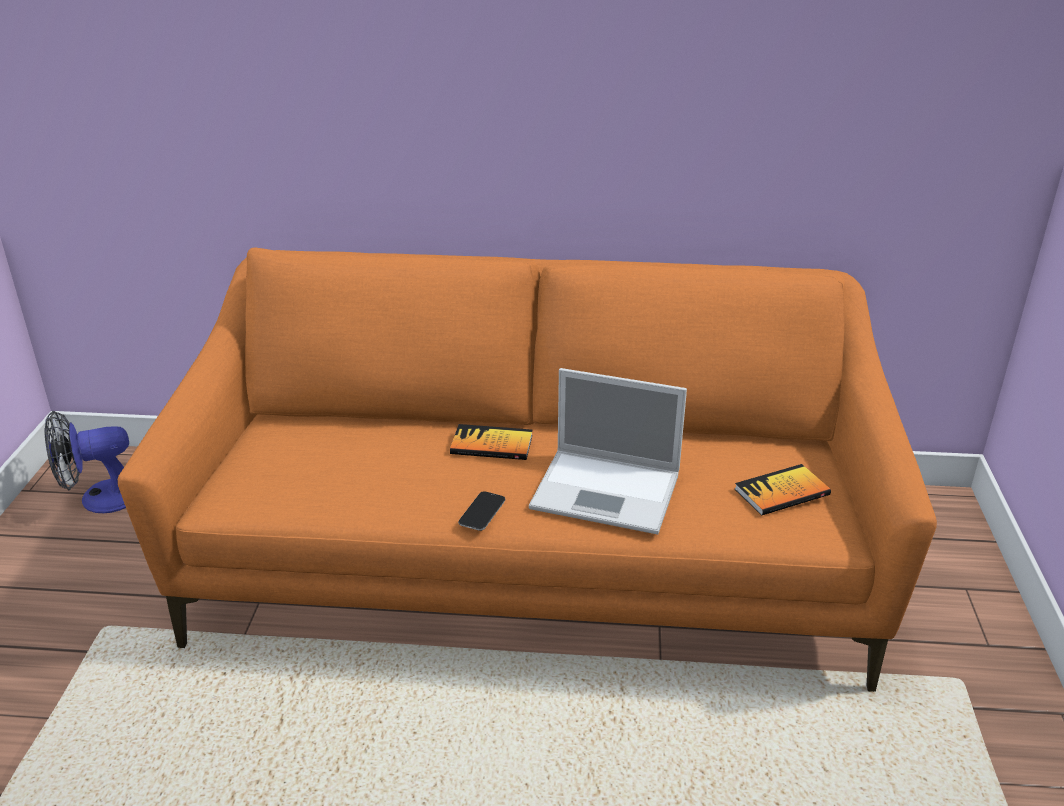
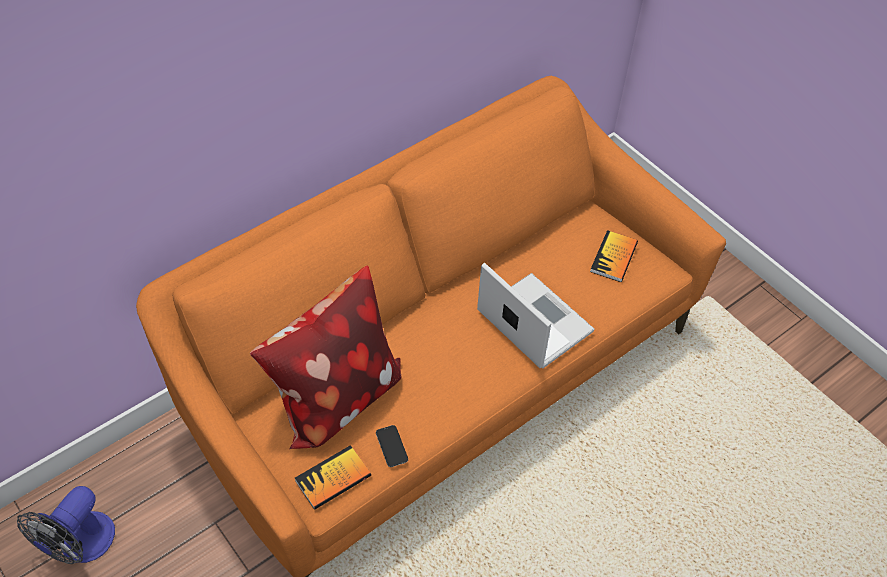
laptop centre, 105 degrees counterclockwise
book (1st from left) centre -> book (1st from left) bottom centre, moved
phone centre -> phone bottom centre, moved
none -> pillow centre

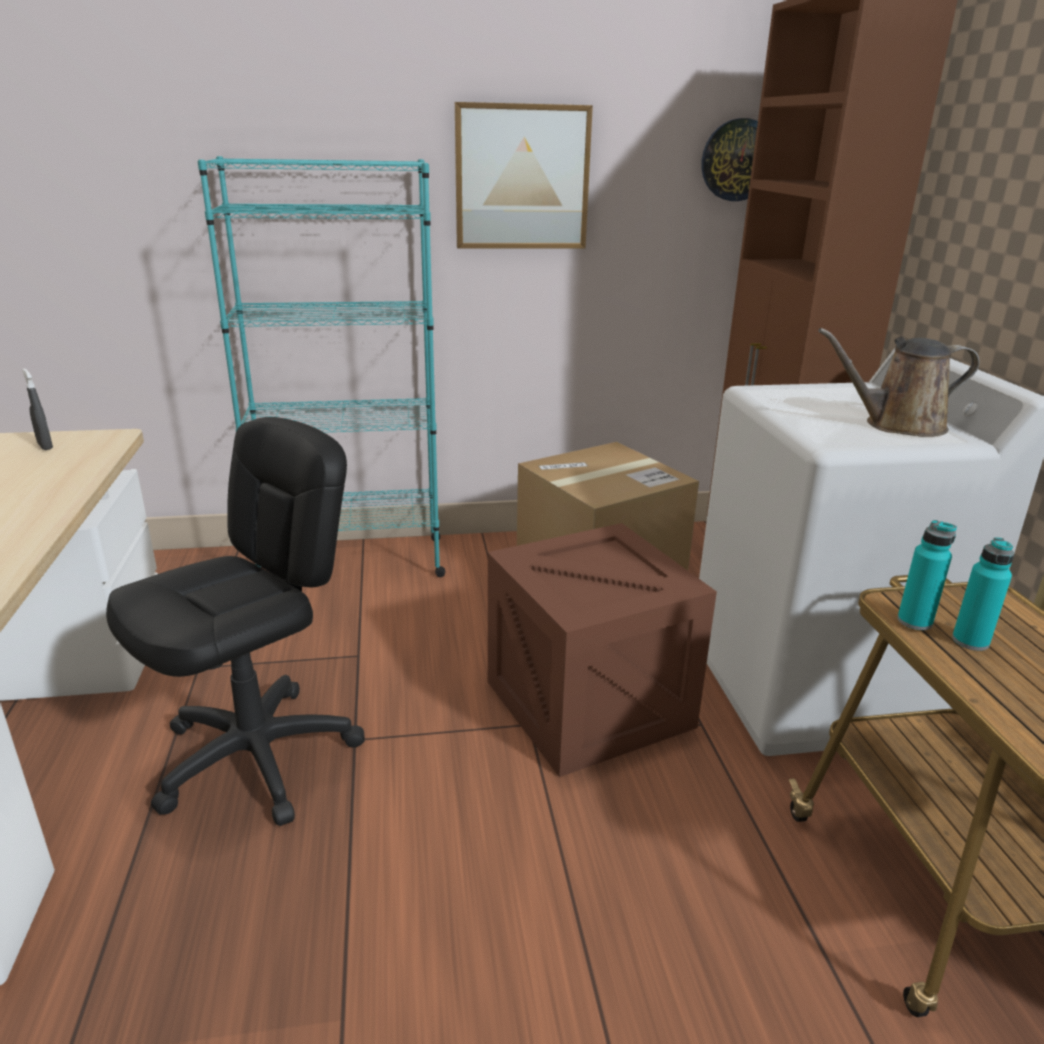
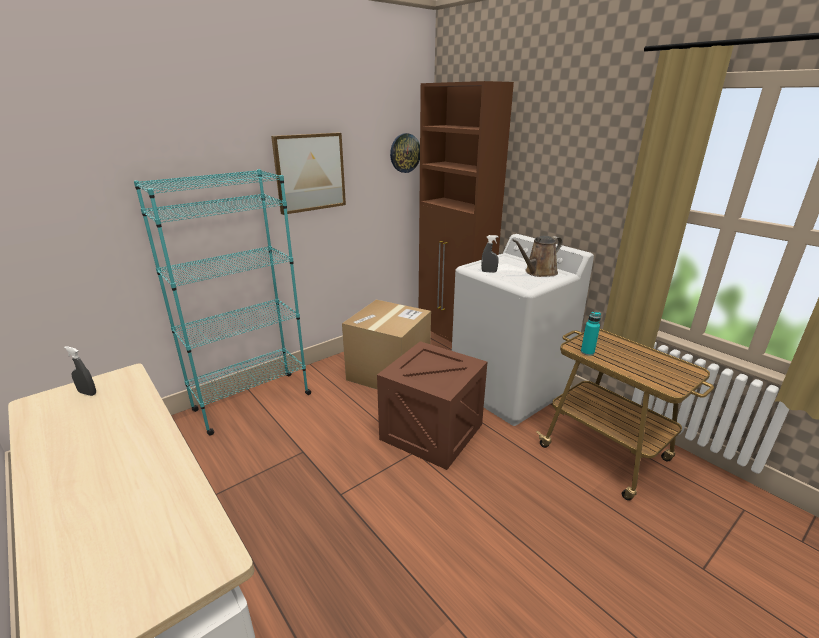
office chair in black middle left -> none
bottle in turquoise (2nd from left) middle right -> none
none -> spray bottle in grey (2nd from left) centre

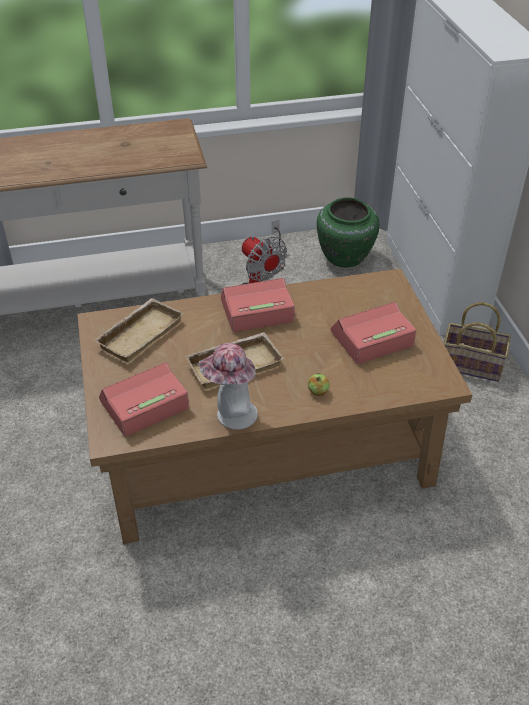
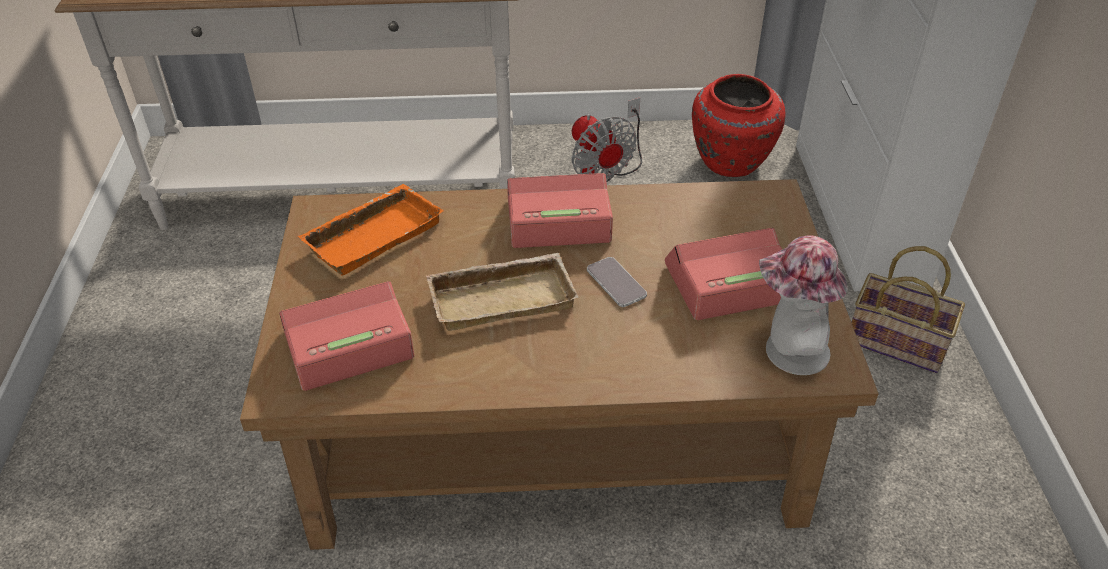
vase in green top centre -> vase in red top centre
tray in beige (1st from left) middle left -> tray in orange centre
hat centre -> hat middle right, moved
apple centre -> none
none -> phone centre

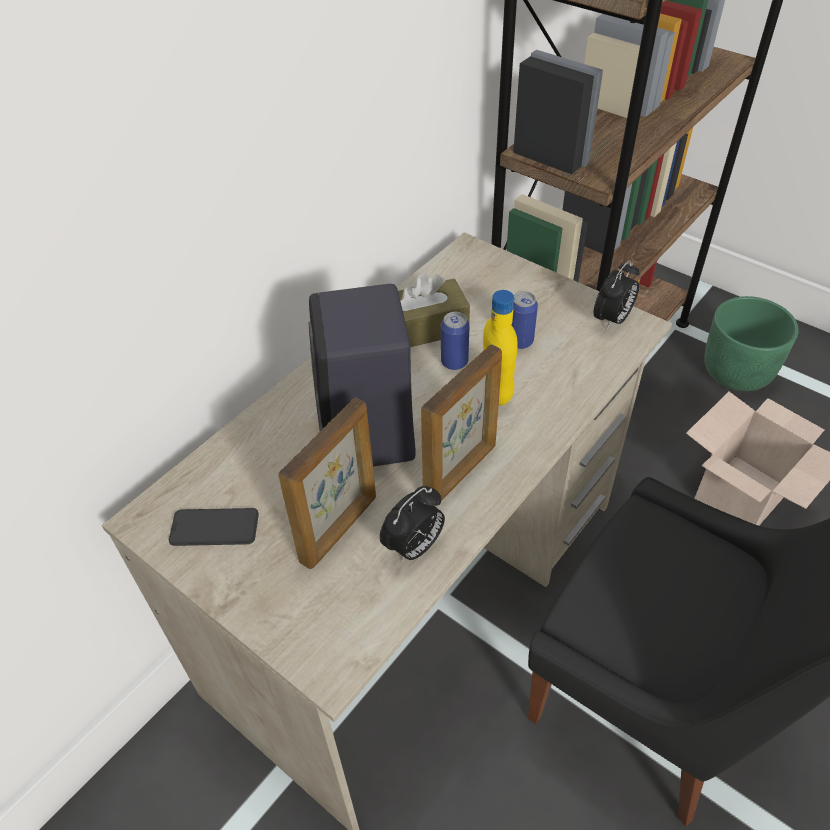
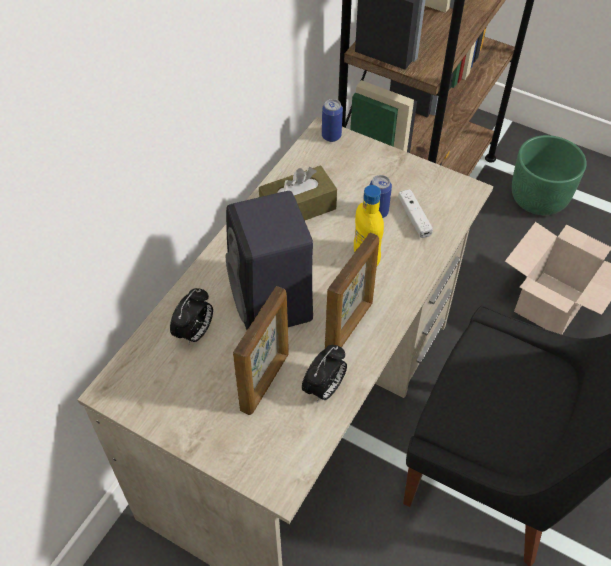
alarm clock (2nd from left in the first image) middle right -> alarm clock (1st from left) middle left, moved
can (1st from left) centre -> can (1st from left) top centre, moved
phone middle left -> none
none -> game controller in white middle right

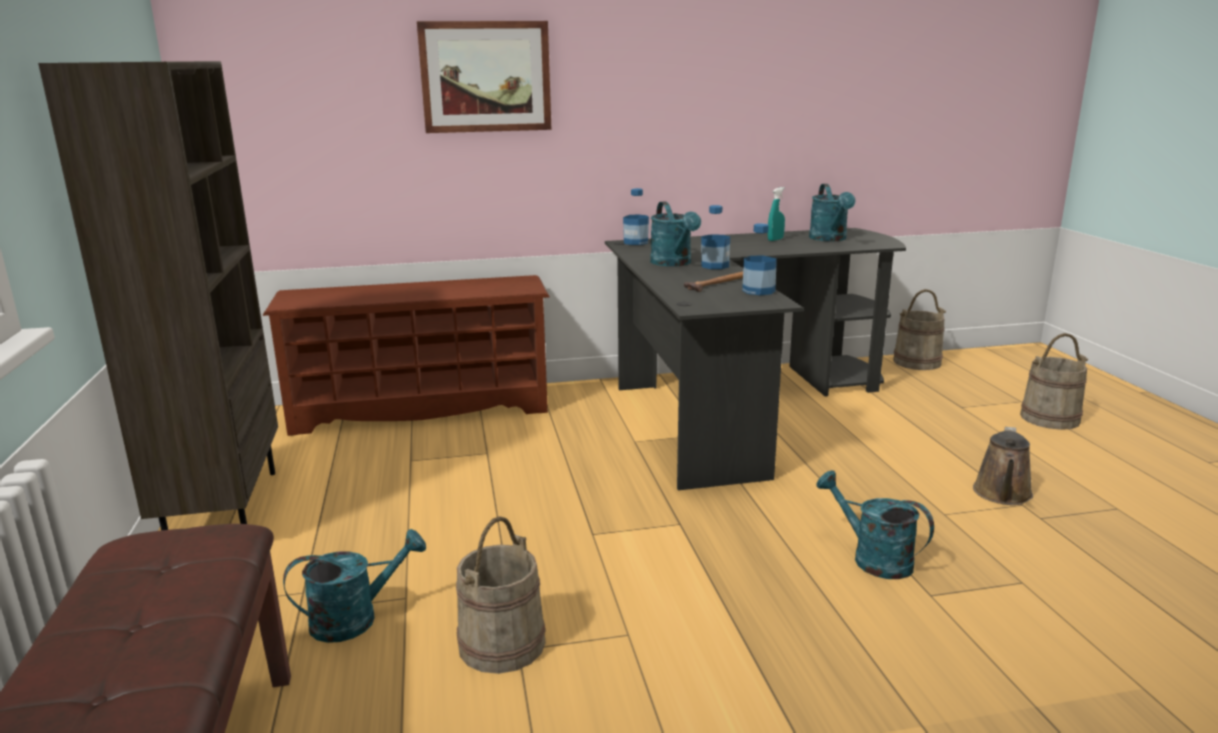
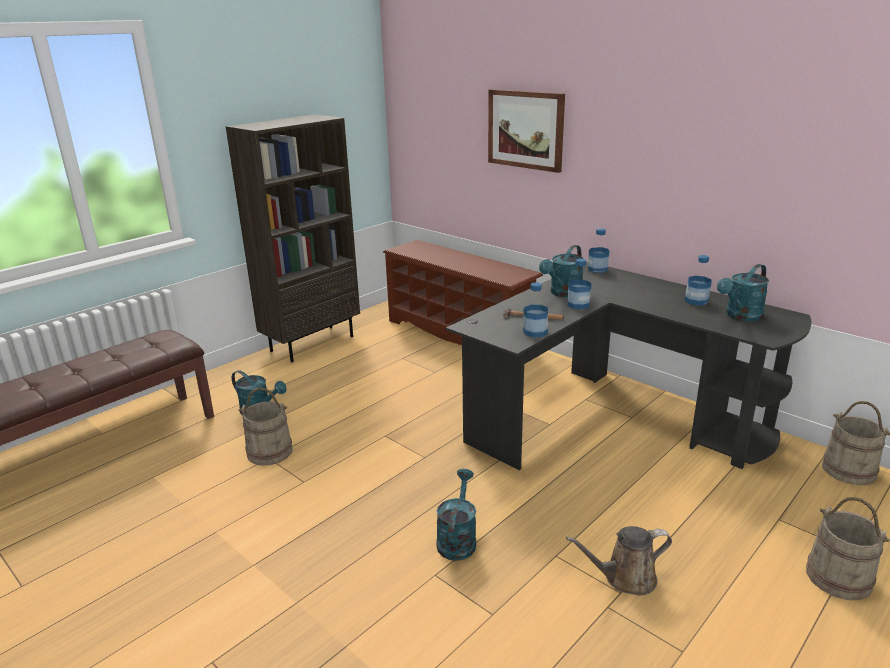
spray bottle in turquoise top centre -> bottle (4th from left) middle right

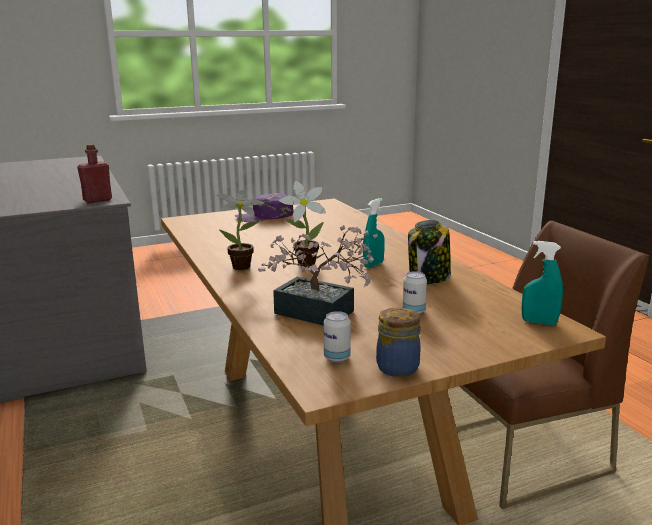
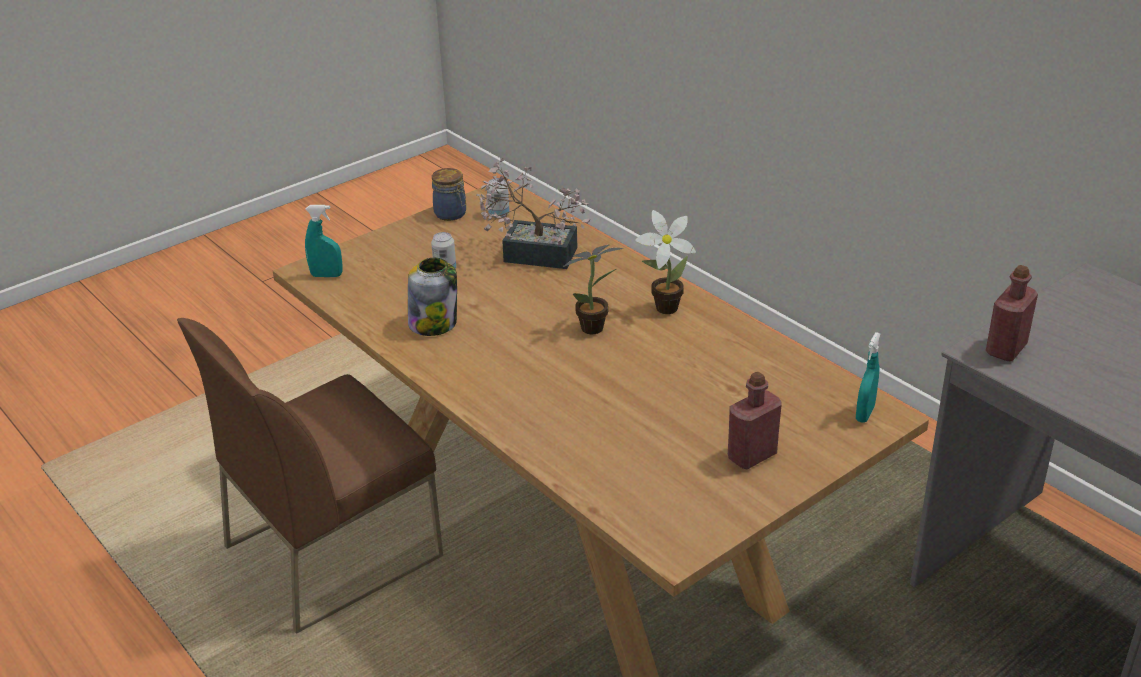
cap in purple centre -> bottle in red (1st from left) centre
spray bottle in turquoise (1st from left in the first image) centre -> spray bottle in turquoise (2nd from left) middle right, moved

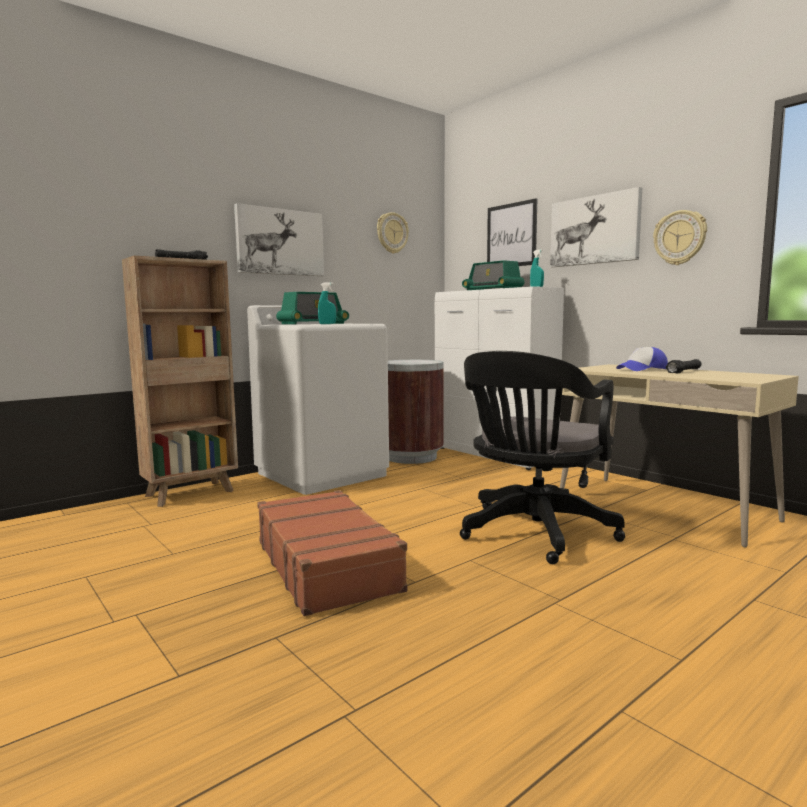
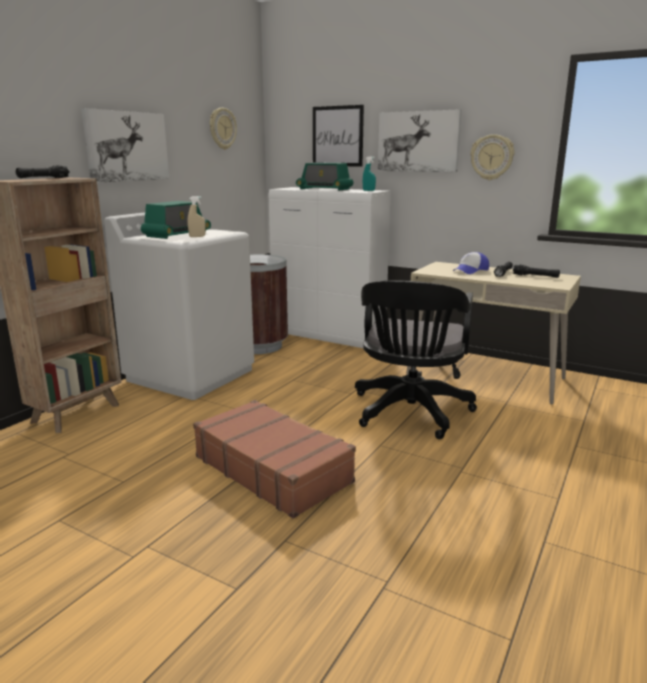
spray bottle in turquoise (1st from left) centre -> spray bottle in beige top left
none -> flashlight in black (3rd from left) middle right

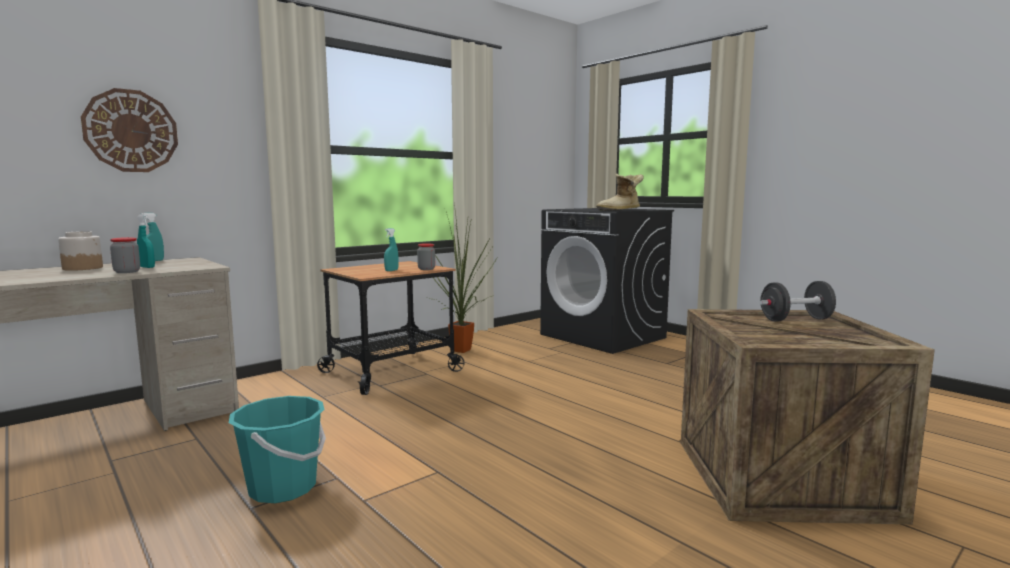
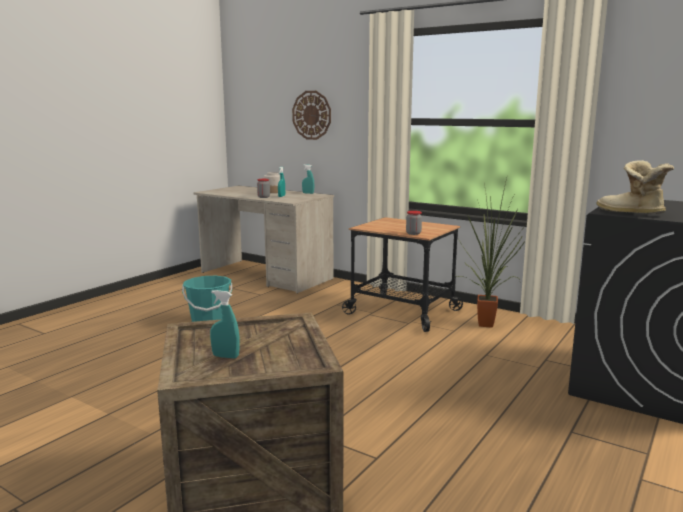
spray bottle in turquoise (3rd from left in the first image) centre -> spray bottle in turquoise (1st from left) middle left, moved
dumbbell in black middle right -> none

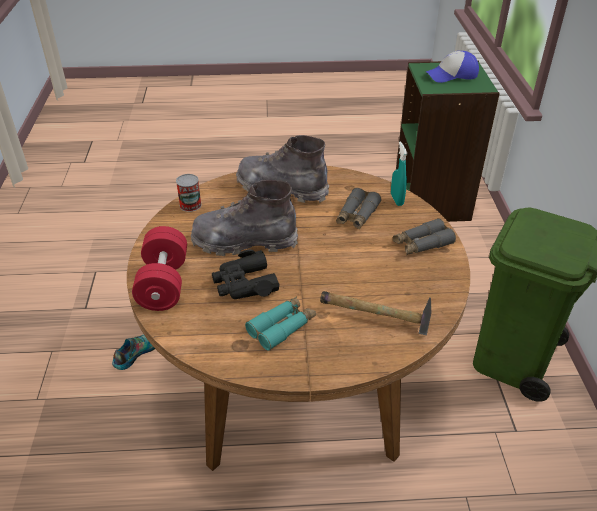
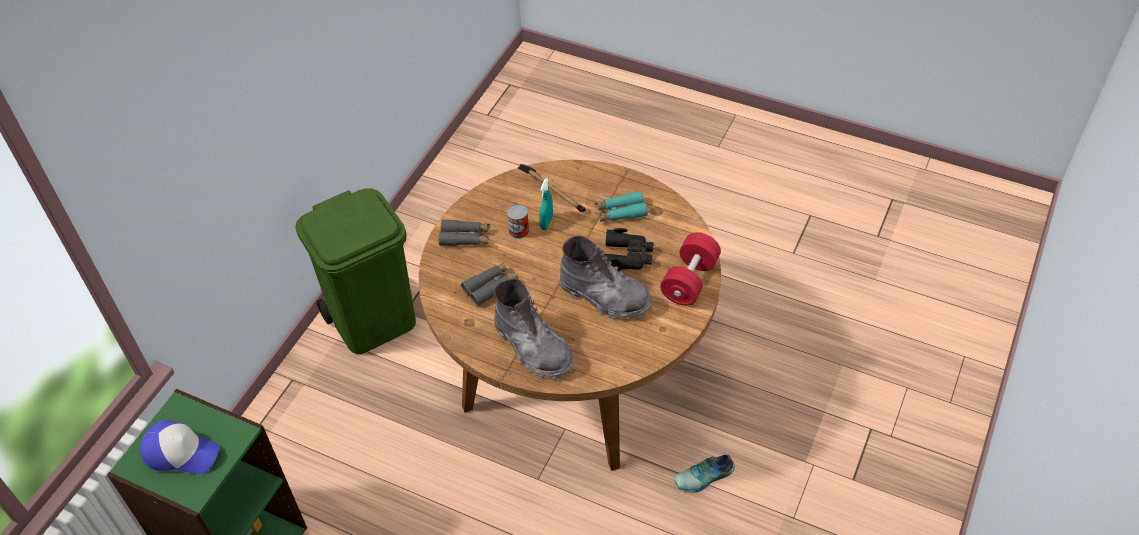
spray bottle in turquoise middle right -> spray bottle in turquoise centre, moved
can middle left -> can centre, moved

